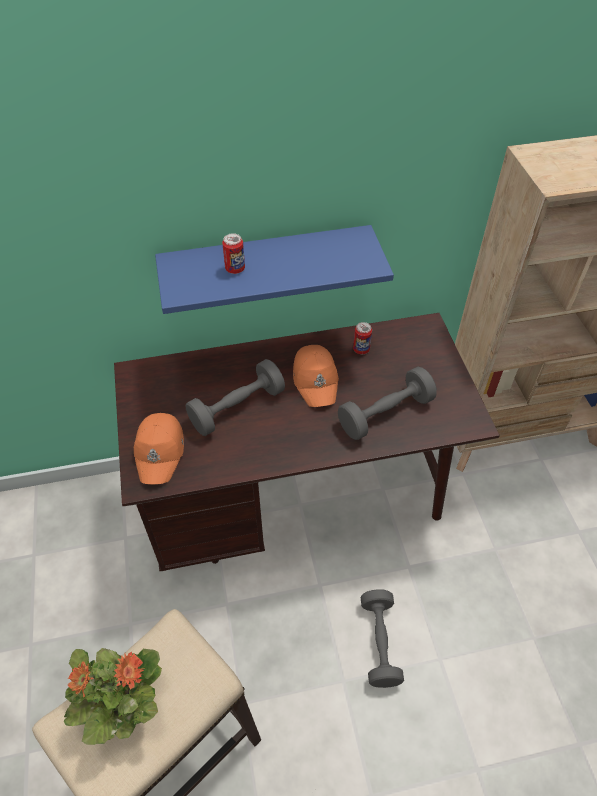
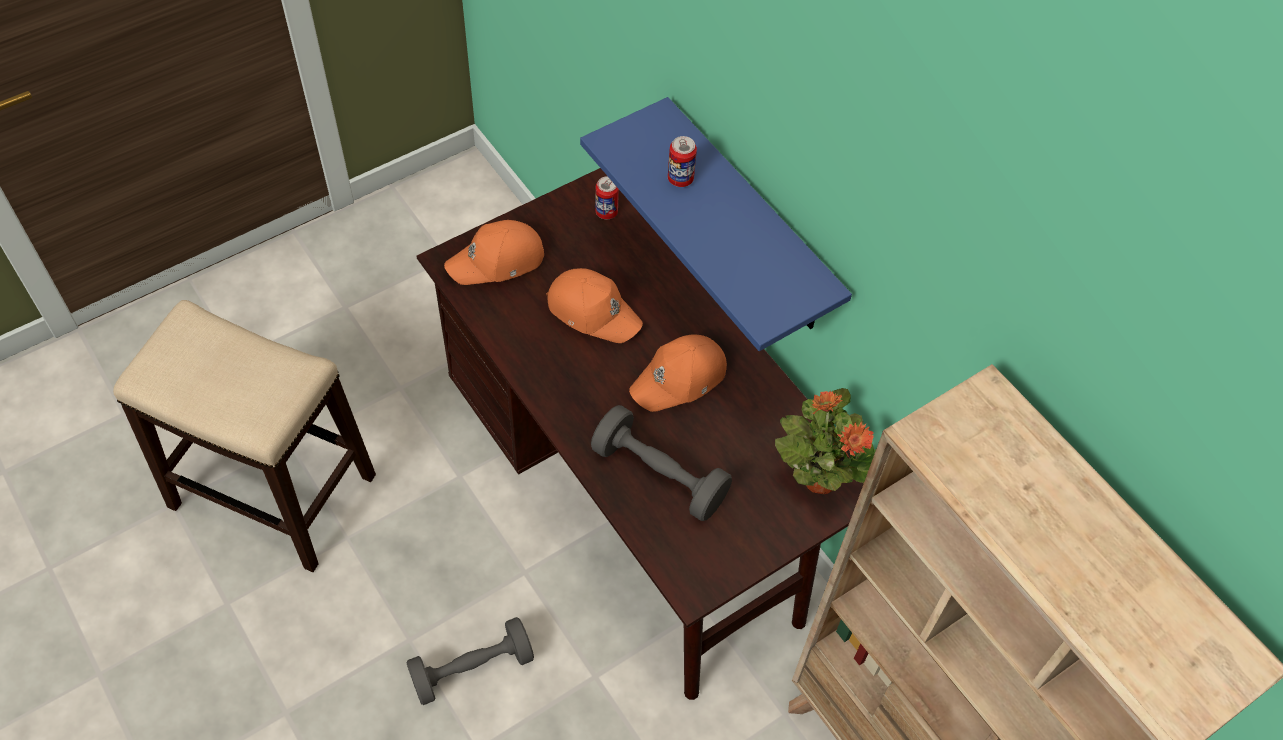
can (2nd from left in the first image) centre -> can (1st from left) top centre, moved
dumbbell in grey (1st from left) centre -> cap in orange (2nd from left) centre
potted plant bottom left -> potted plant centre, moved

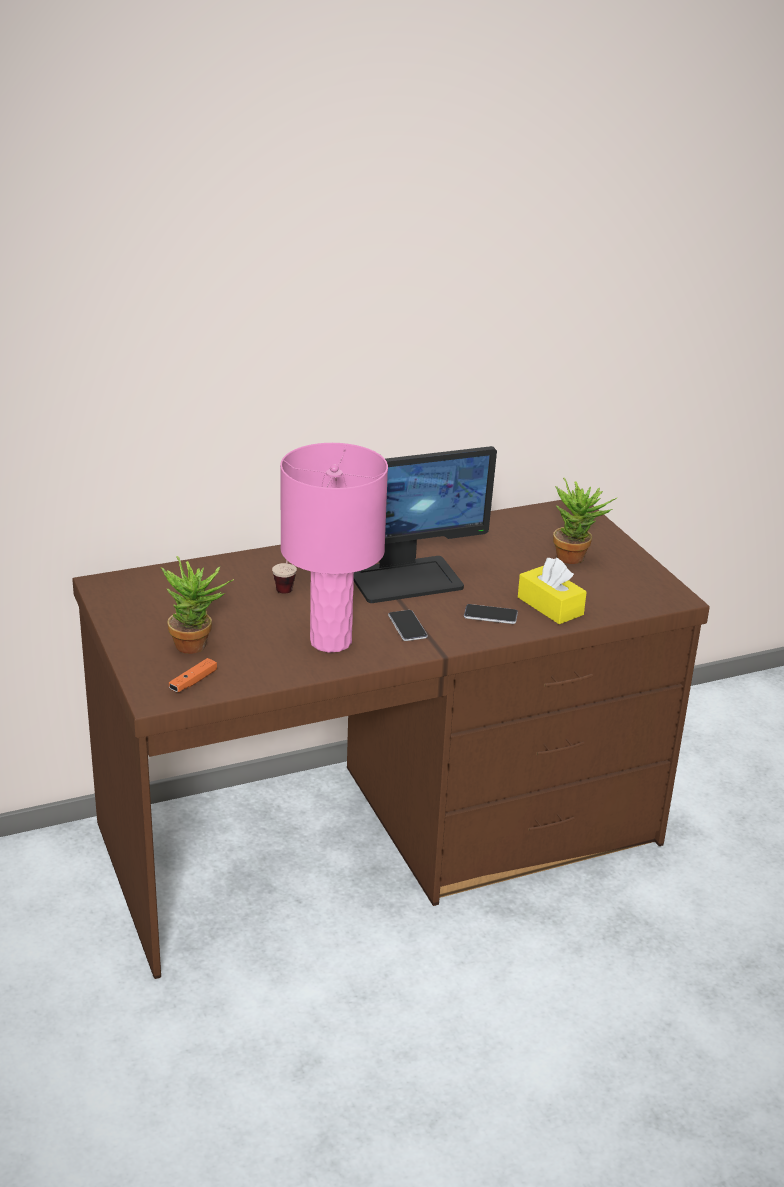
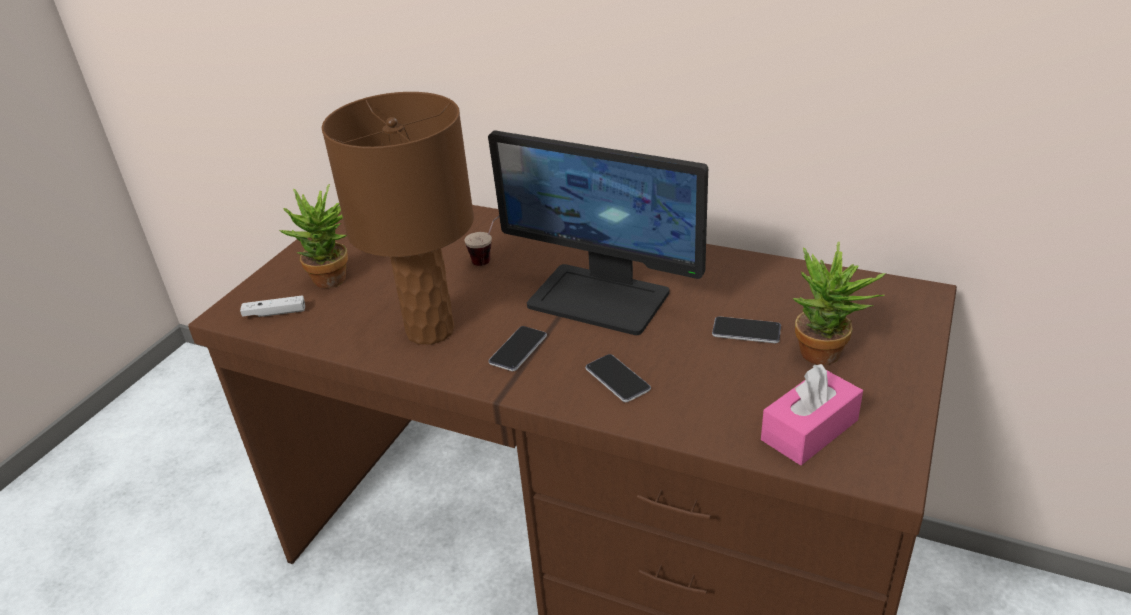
table lamp in pink centre -> table lamp in brown centre
tissue box in yellow middle right -> none
game controller in orange middle left -> game controller in white middle left
none -> phone (3rd from left) centre
none -> tissue box in pink bottom right

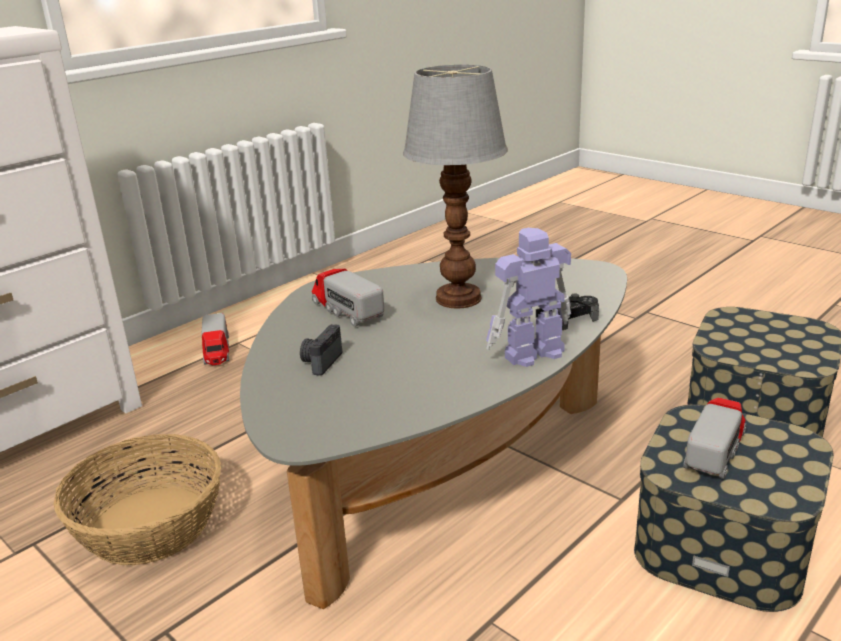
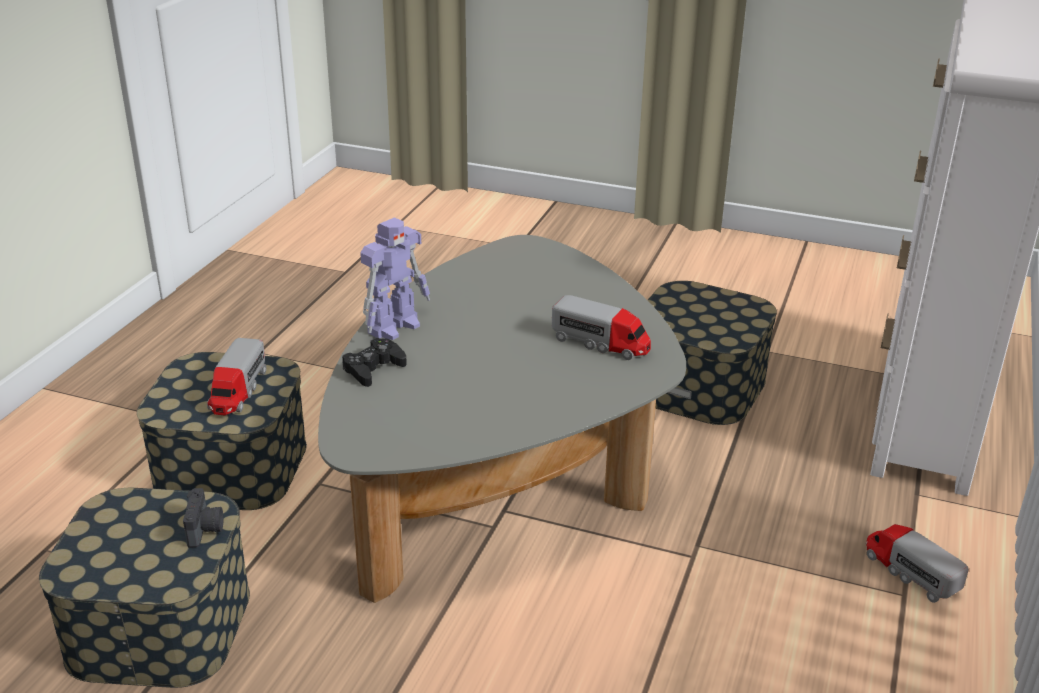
table lamp top centre -> none
photo camera centre -> photo camera bottom left, moved
basket bottom left -> storage box (3rd from left) middle right

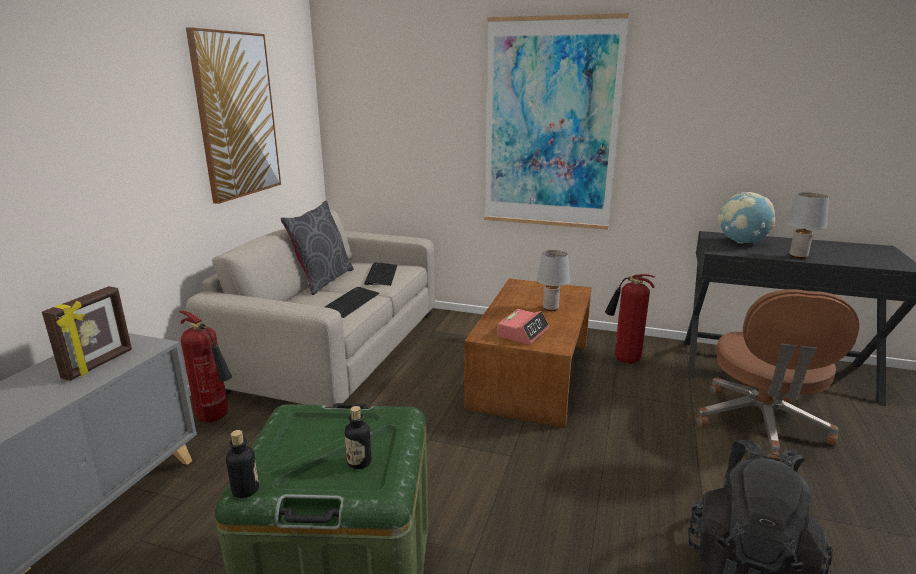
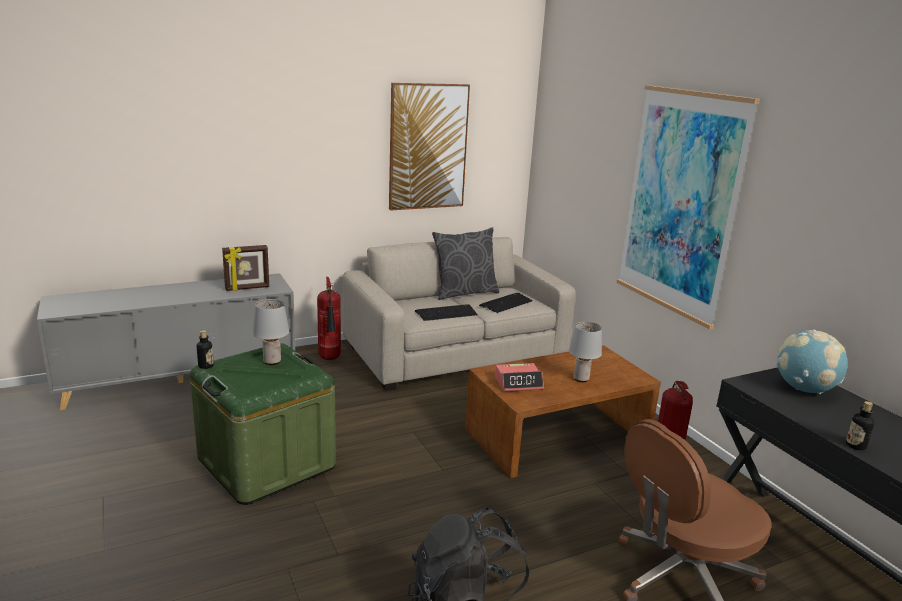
table lamp in grey (2nd from left in the first image) middle right -> table lamp in grey (1st from left) middle left, moved
bottle (2nd from left) bottom centre -> bottle (2nd from left) bottom right, moved

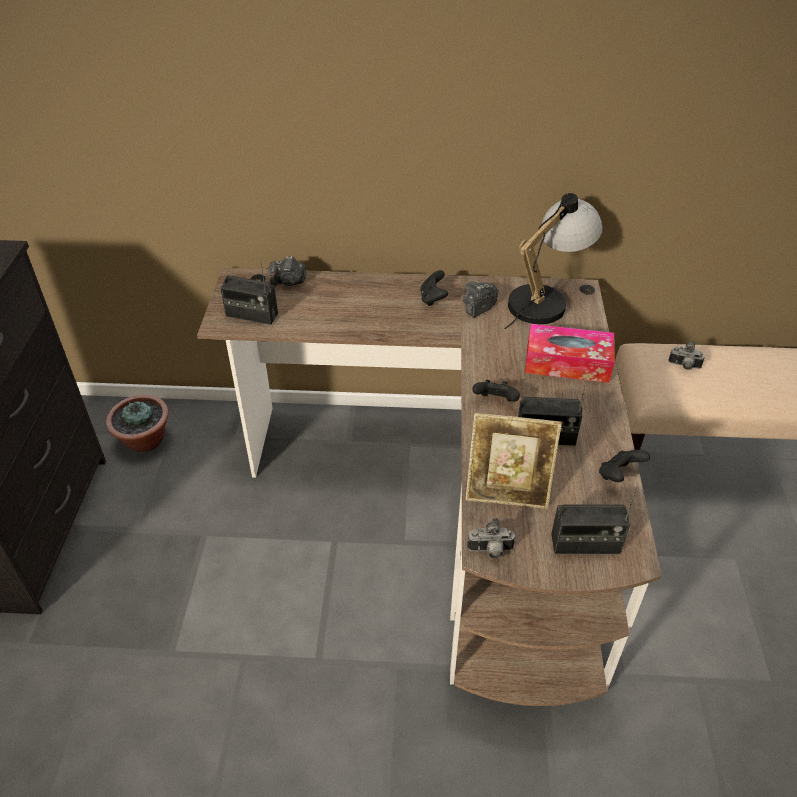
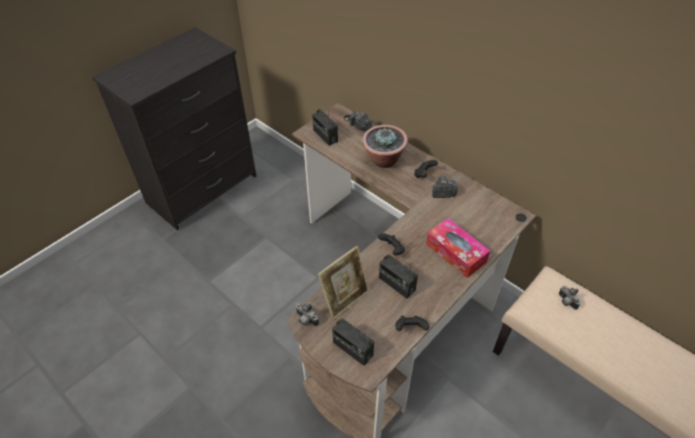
table lamp top right -> none
potted plant middle left -> potted plant centre, moved
picture frame centre, 90 degrees counterclockwise

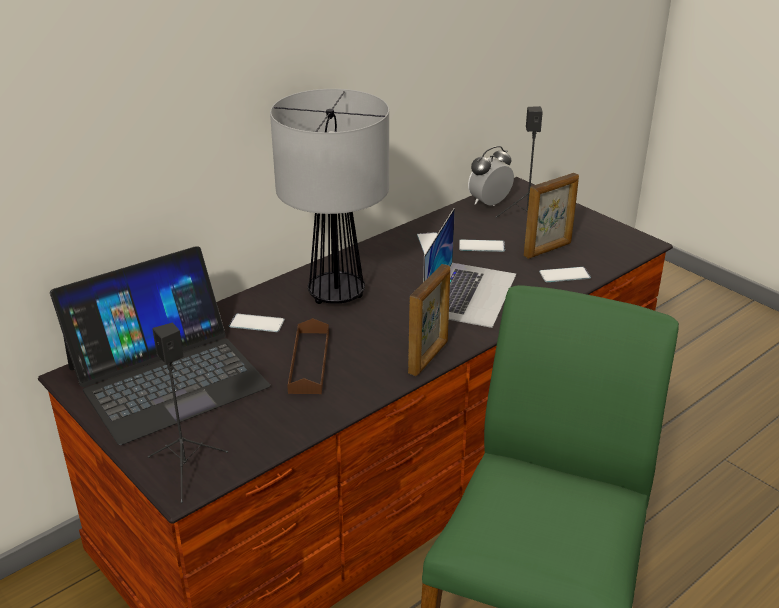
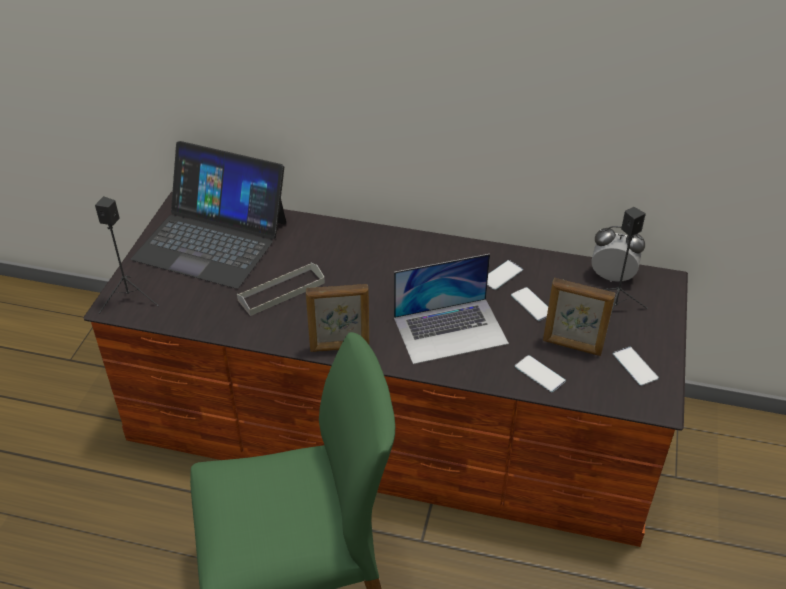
table lamp top centre -> none
phone (1st from left in the first image) middle left -> phone (4th from left) middle right, moved
tray in brown centre -> tray in grey centre

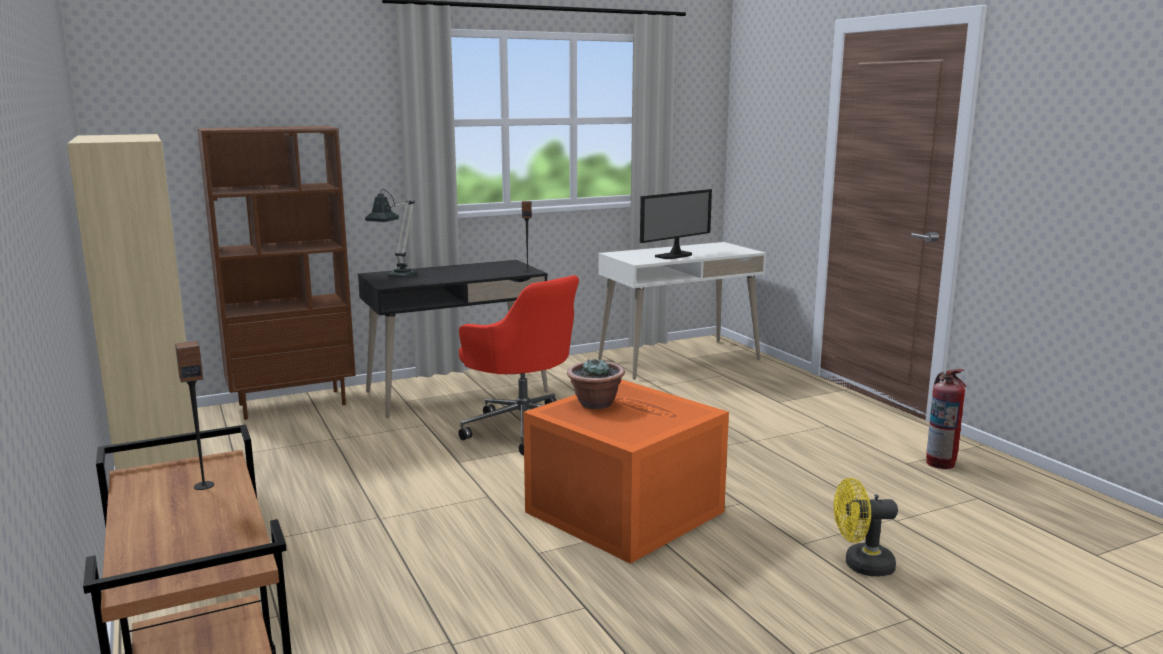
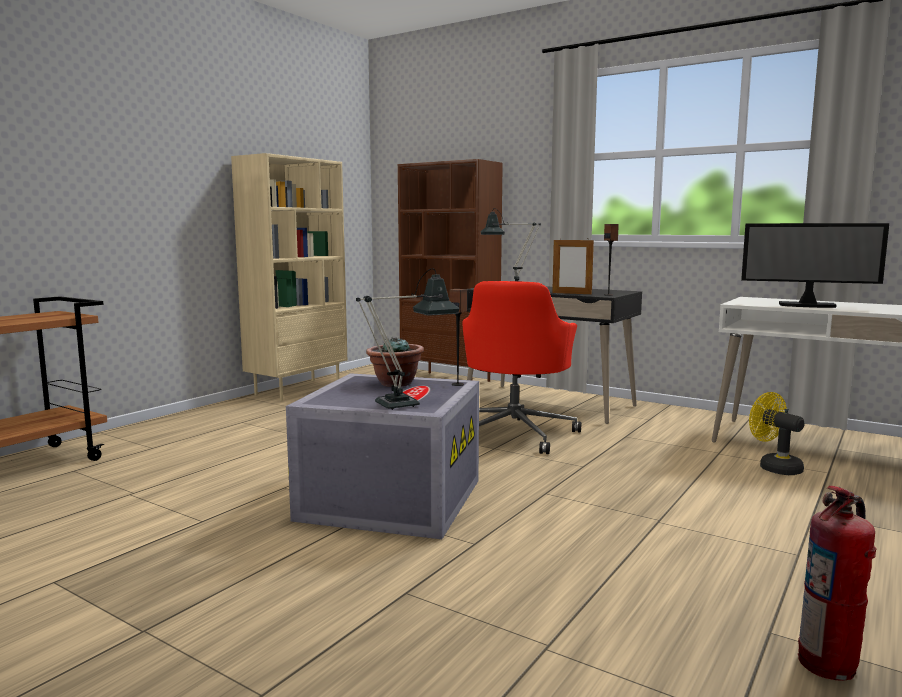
speaker (1st from left) middle left -> speaker (1st from left) centre, moved
storage box in orange bottom centre -> storage box in grey centre
fan in yellow bottom right -> fan in yellow middle right, moved
none -> picture frame centre
none -> table lamp (1st from left) centre

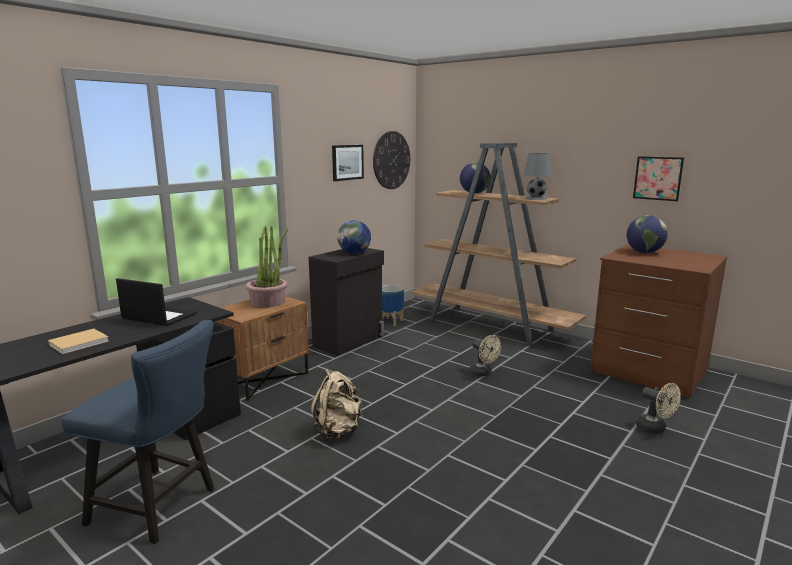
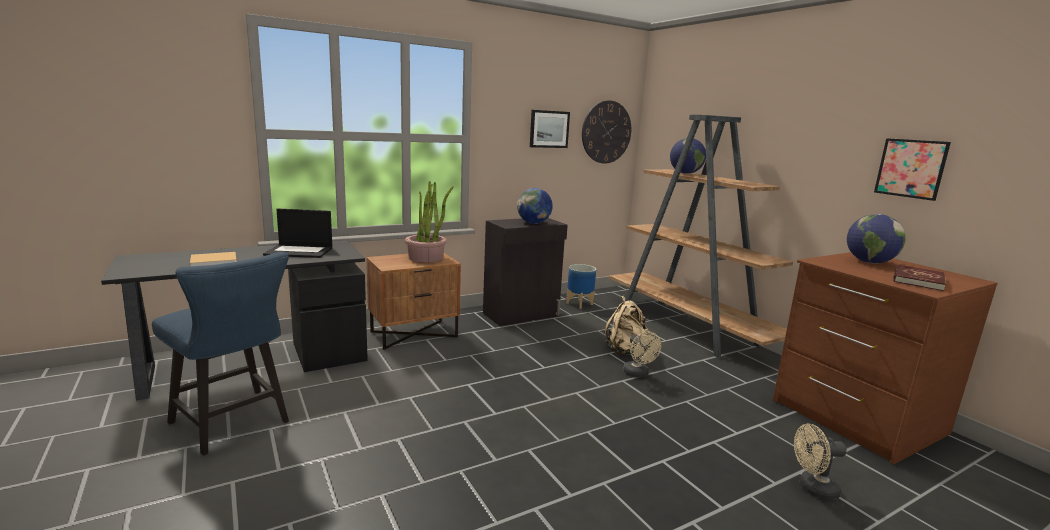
table lamp in grey top right -> none
laptop middle left, 135 degrees clockwise
backpack in beige bottom centre -> backpack in beige centre, moved
fan in beige (2nd from left) bottom right, 105 degrees clockwise
none -> book in red middle right

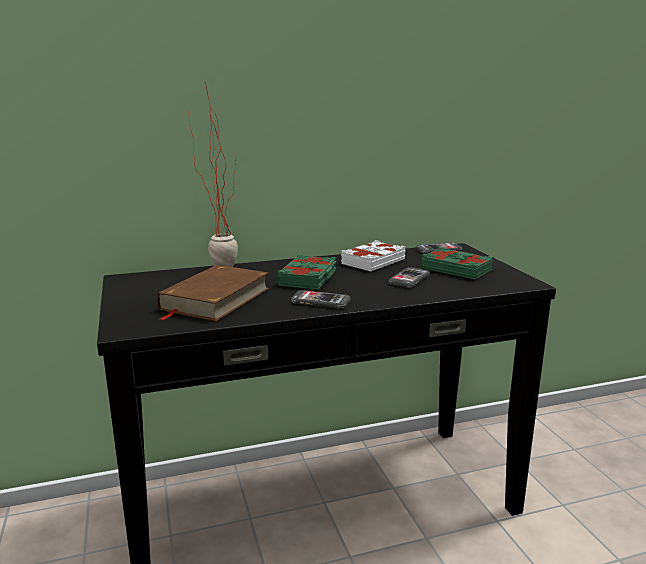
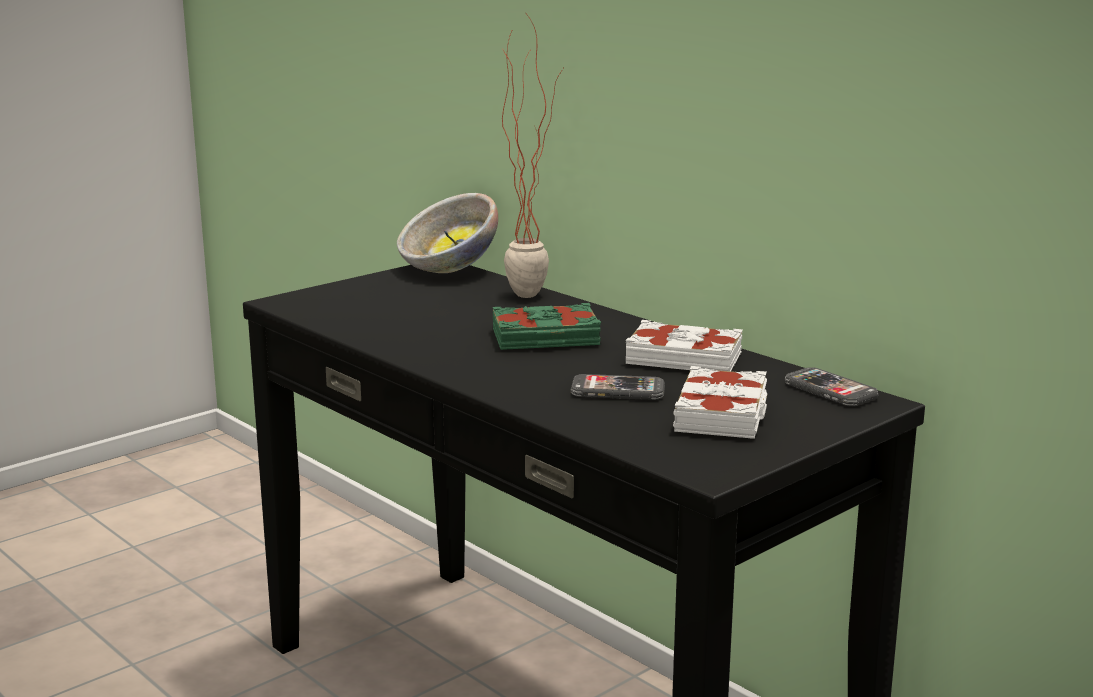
book in green (2nd from left) middle right -> book in white (2nd from left) centre
book in brown middle left -> none
phone (1st from left) centre -> none
none -> bowl centre

